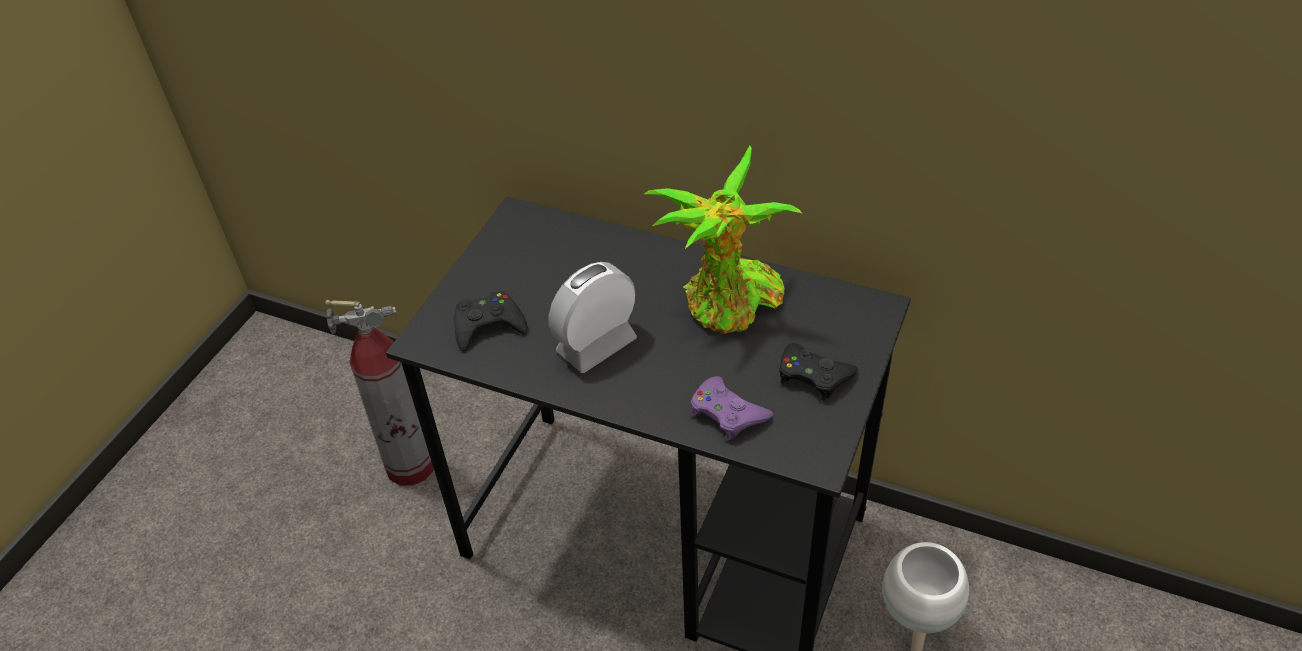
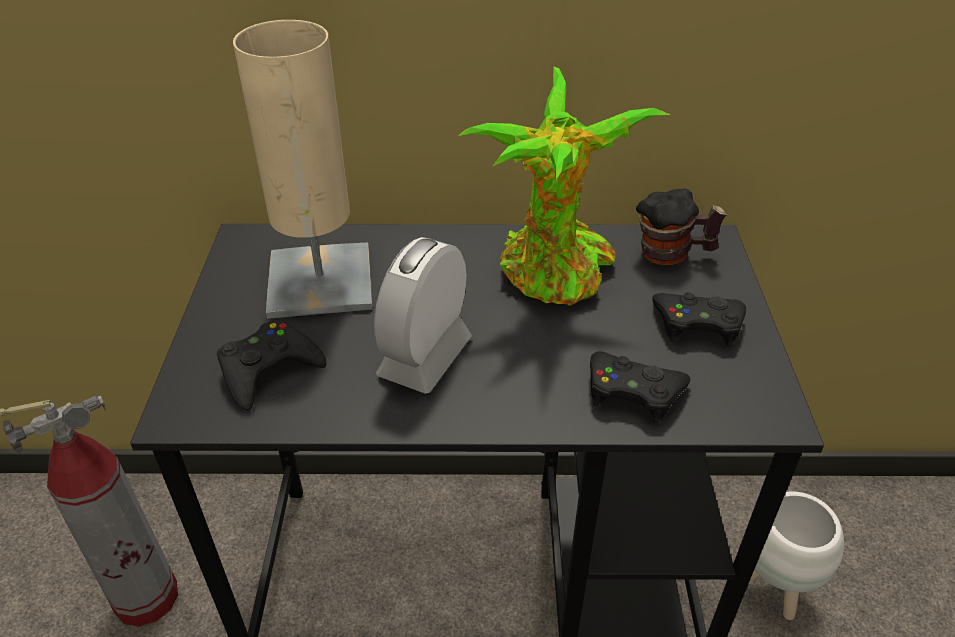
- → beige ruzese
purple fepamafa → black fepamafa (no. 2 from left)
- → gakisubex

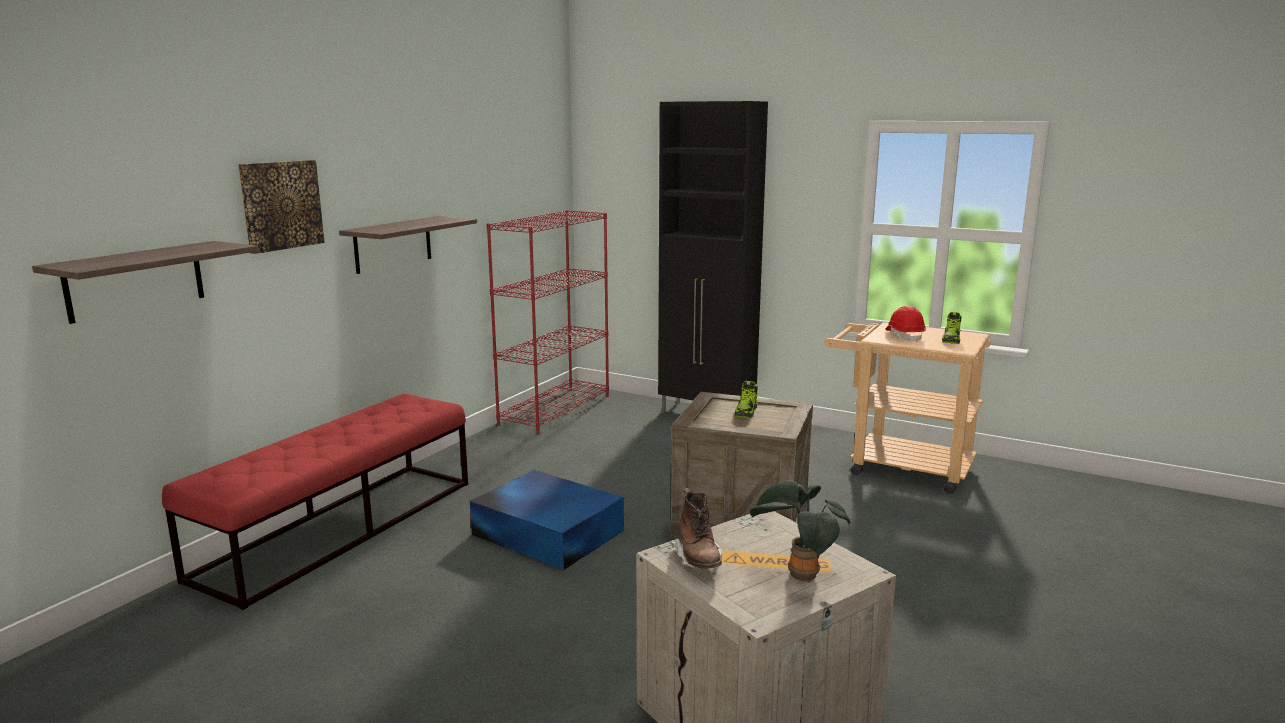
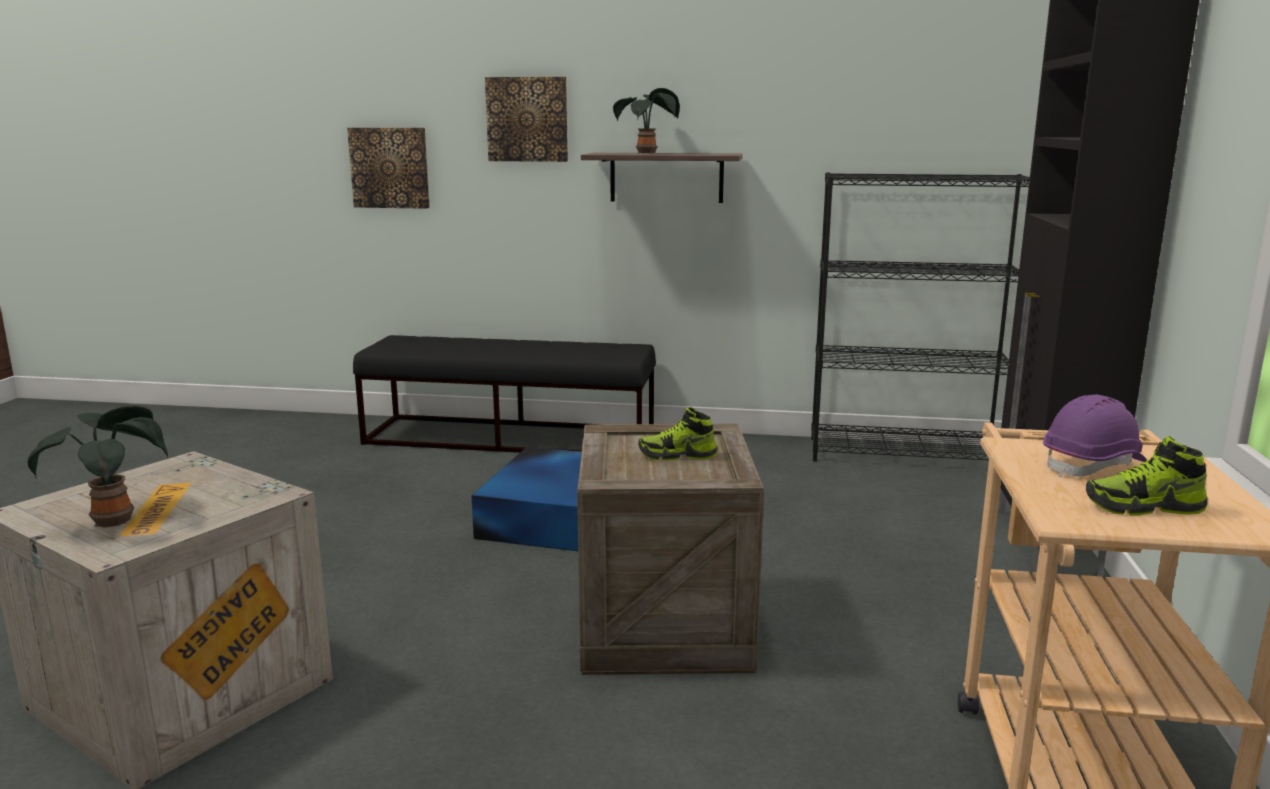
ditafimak (no. 1 from left) → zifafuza (no. 1 from left)
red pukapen → black pukapen
- → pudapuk (no. 2 from left)
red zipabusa → black zipabusa
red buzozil → purple buzozil
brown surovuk → -

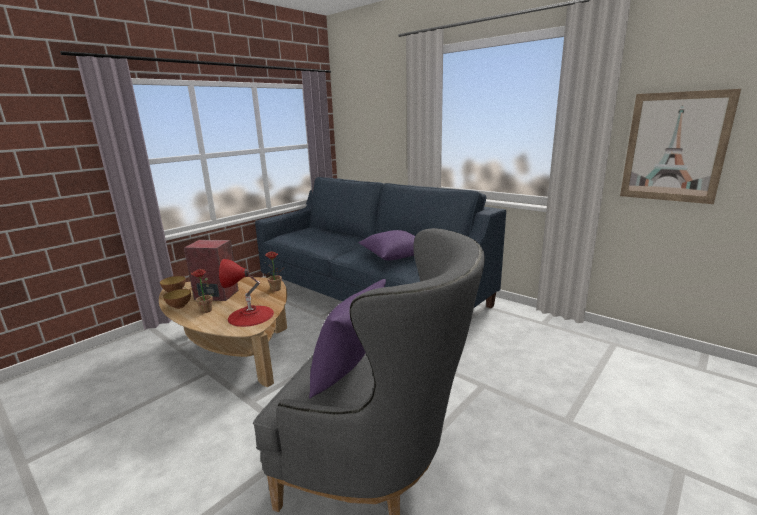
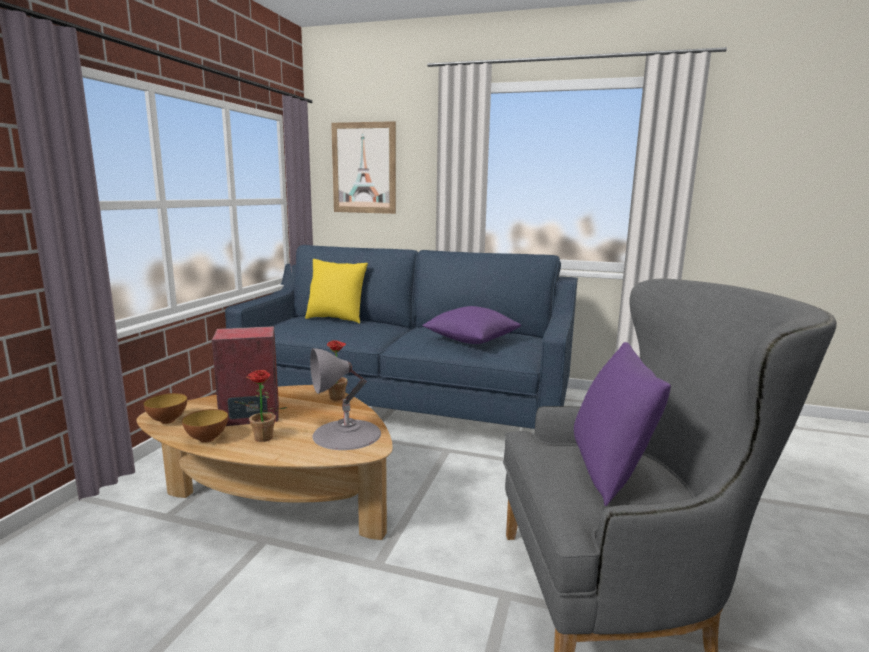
- → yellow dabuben
red ruzese → grey ruzese
zifafuza, shifted

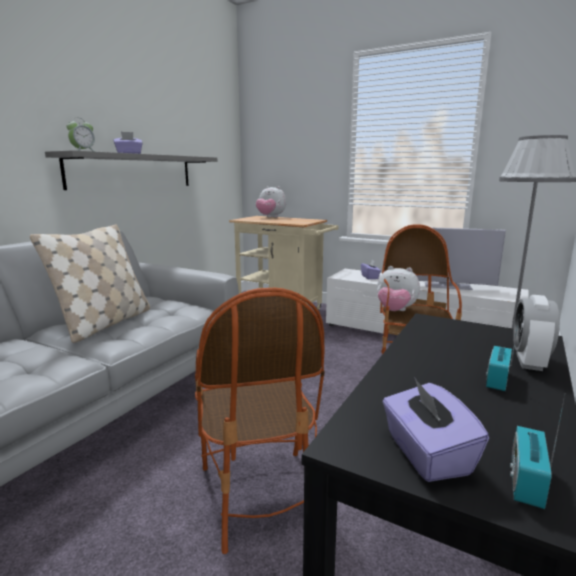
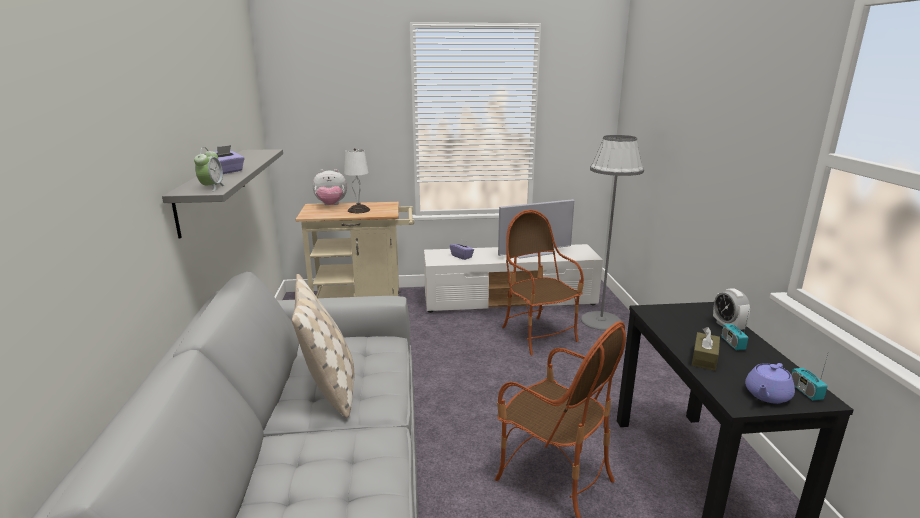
- → white ruzese
- → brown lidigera
purple lidigera (no. 3 from left) → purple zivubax
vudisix (no. 2 from left) → -

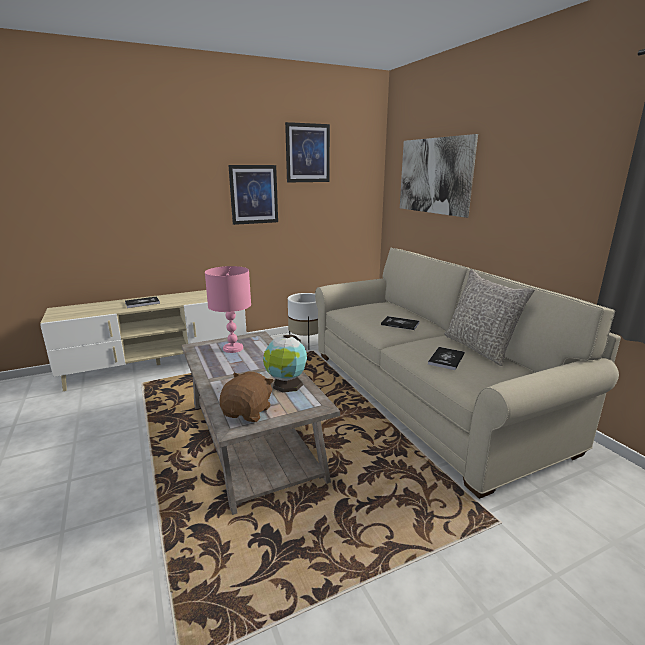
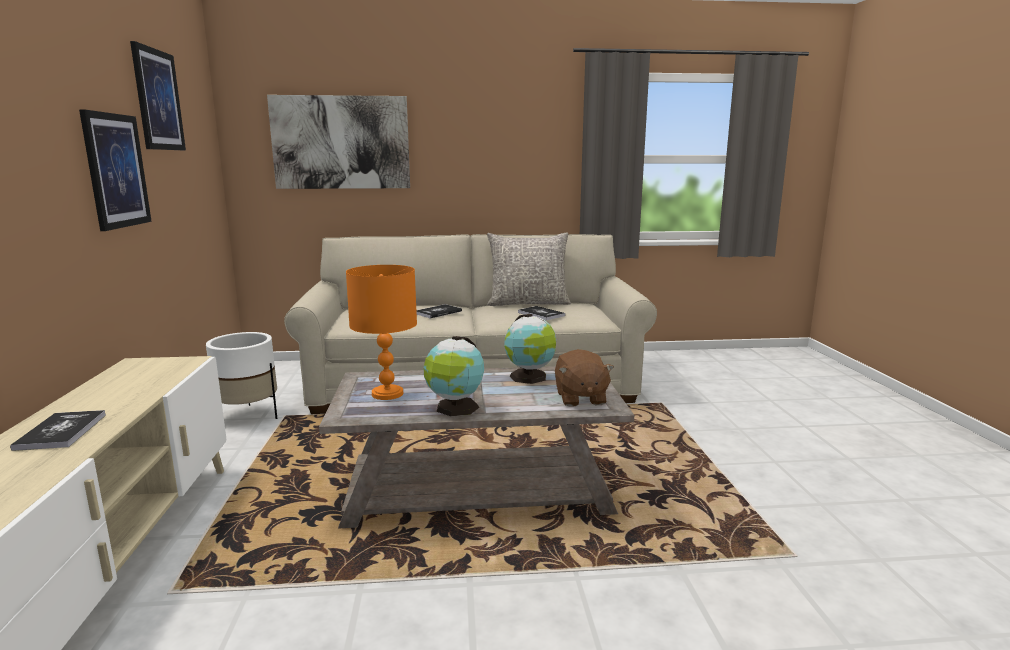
pink ruzese → orange ruzese
- → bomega (no. 1 from left)
brown vudisix, 135 degrees counterclockwise

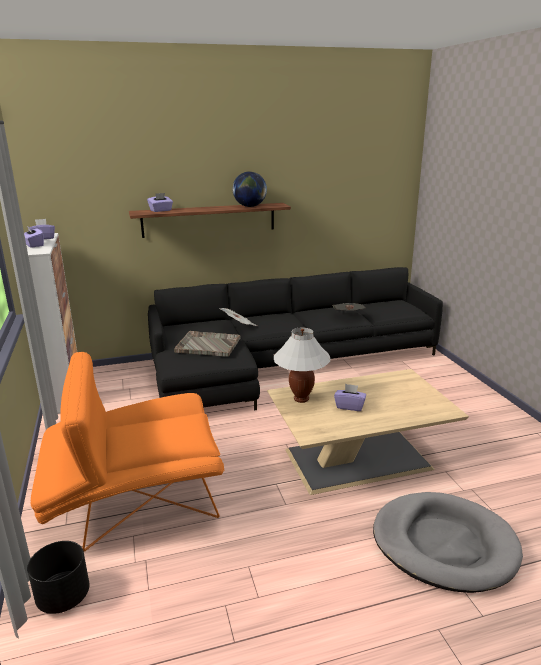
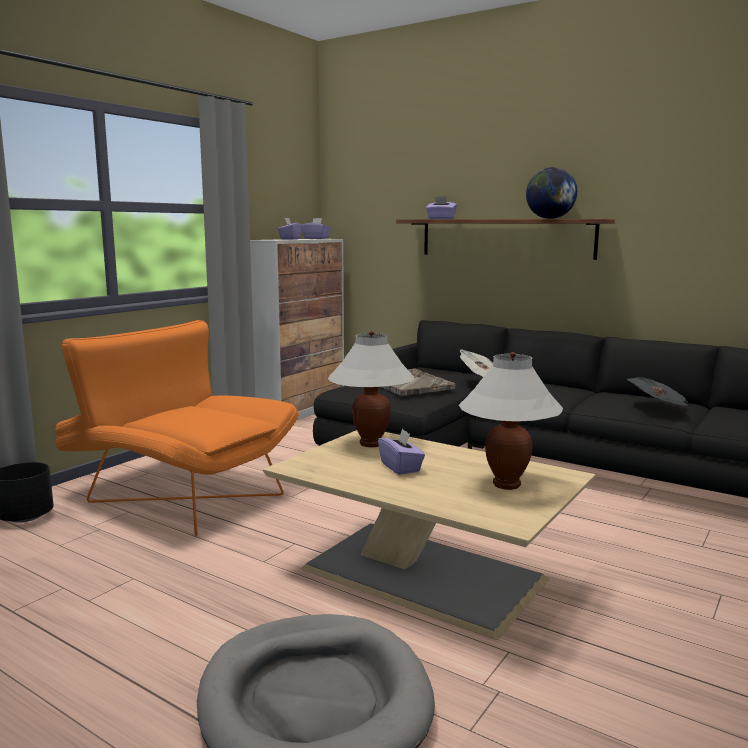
- → white ruzese (no. 2 from left)

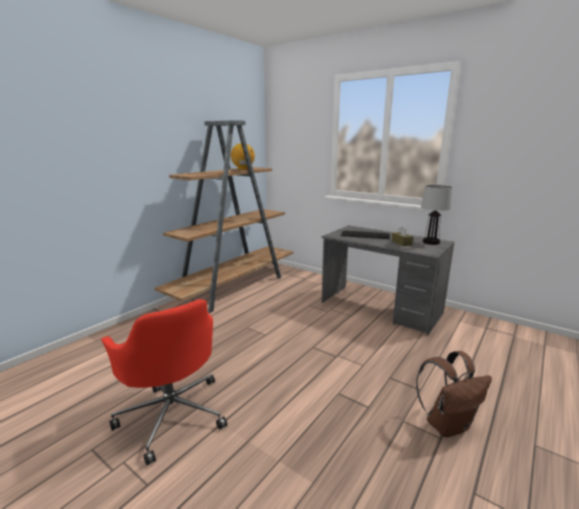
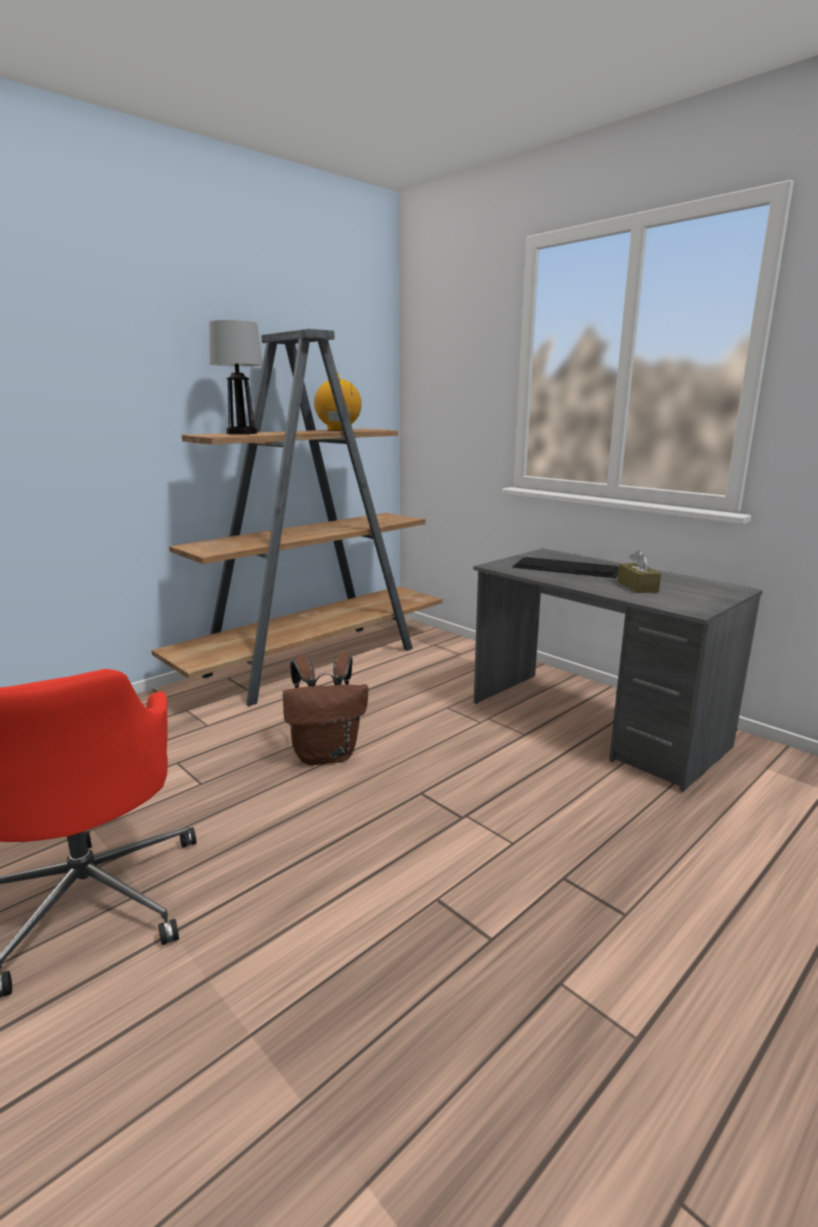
ruzese, shifted
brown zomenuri, shifted

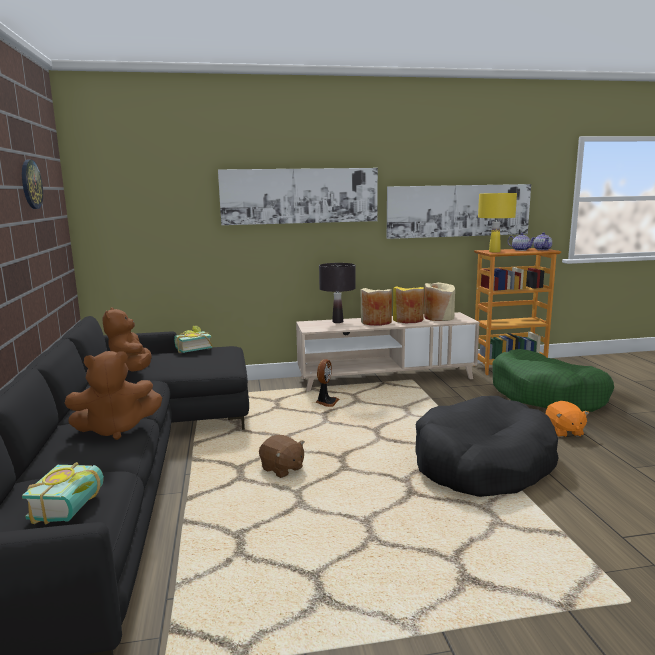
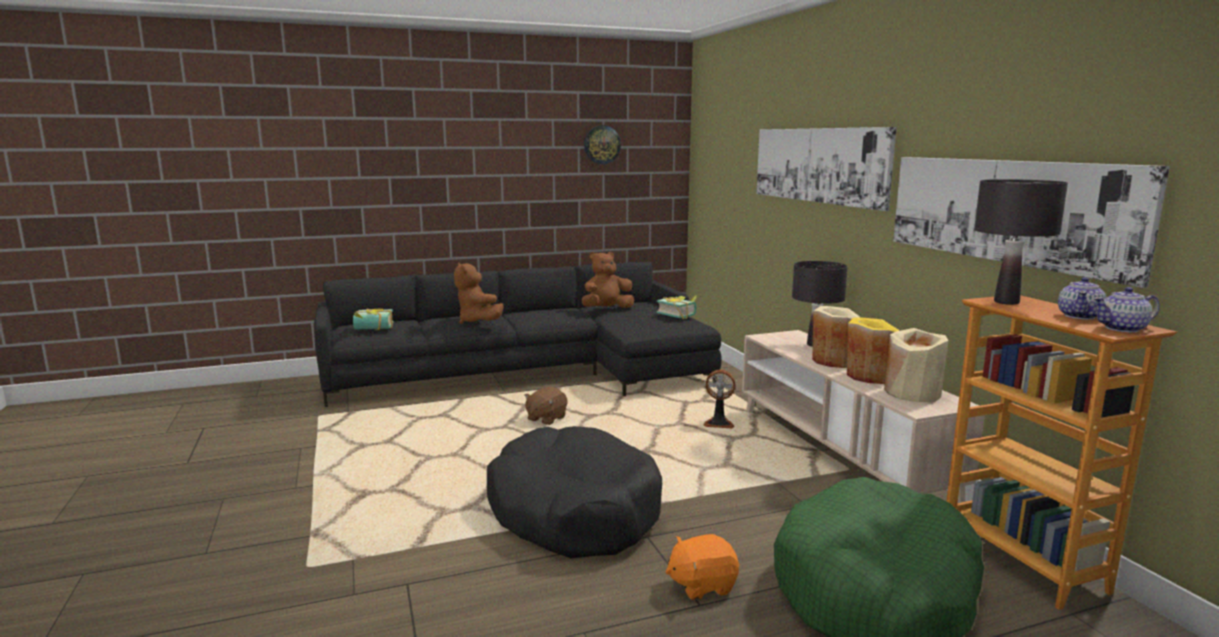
yellow ruzese → black ruzese (no. 2 from left)

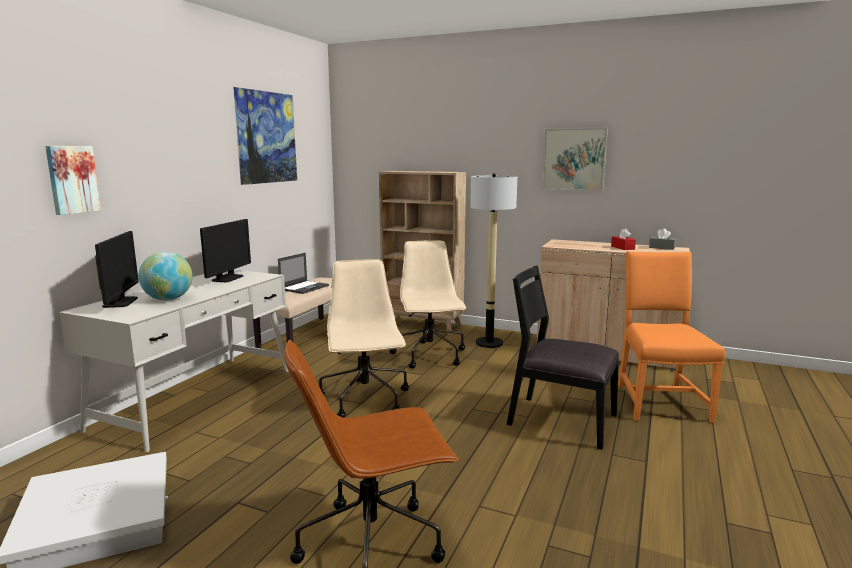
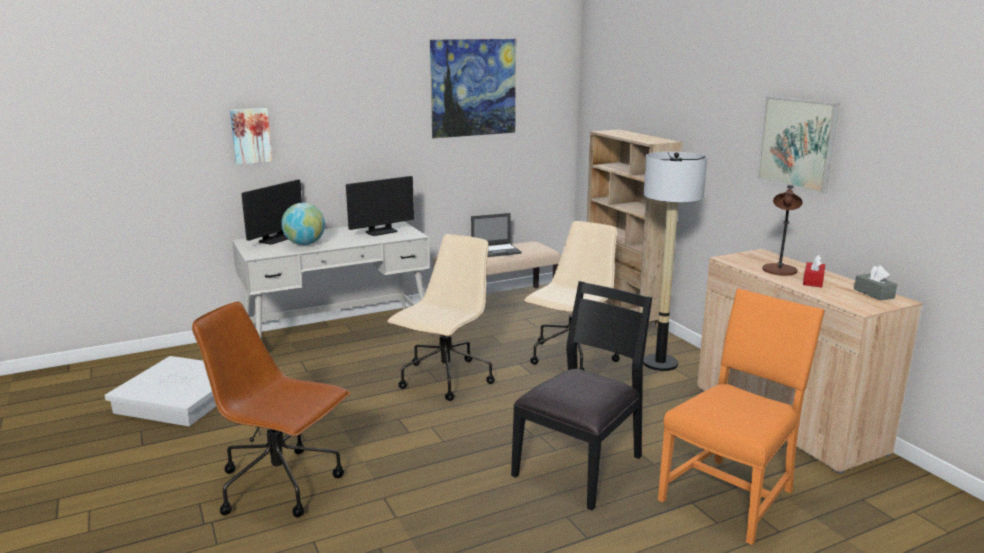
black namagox, 60 degrees clockwise
- → brown ruzese

